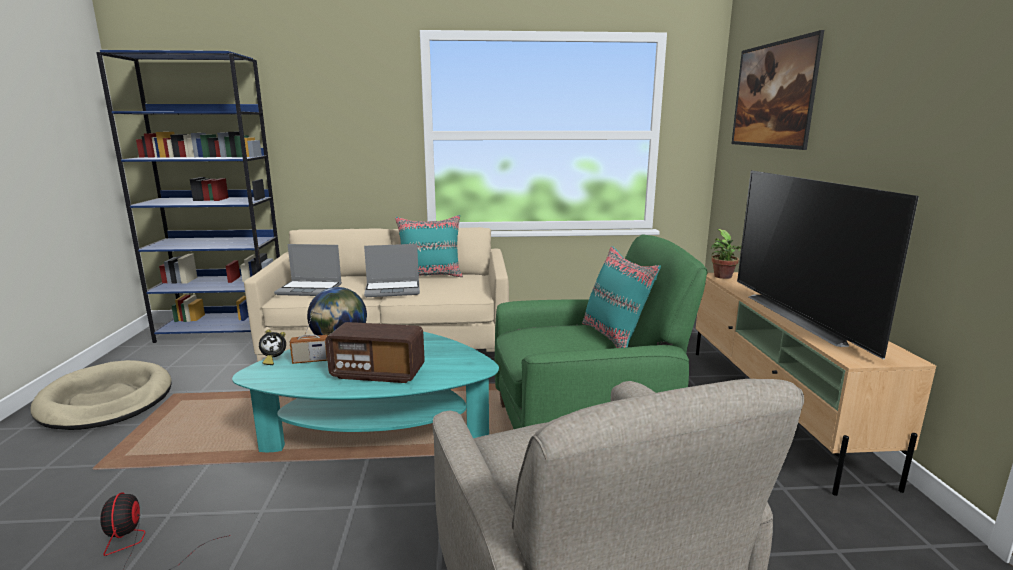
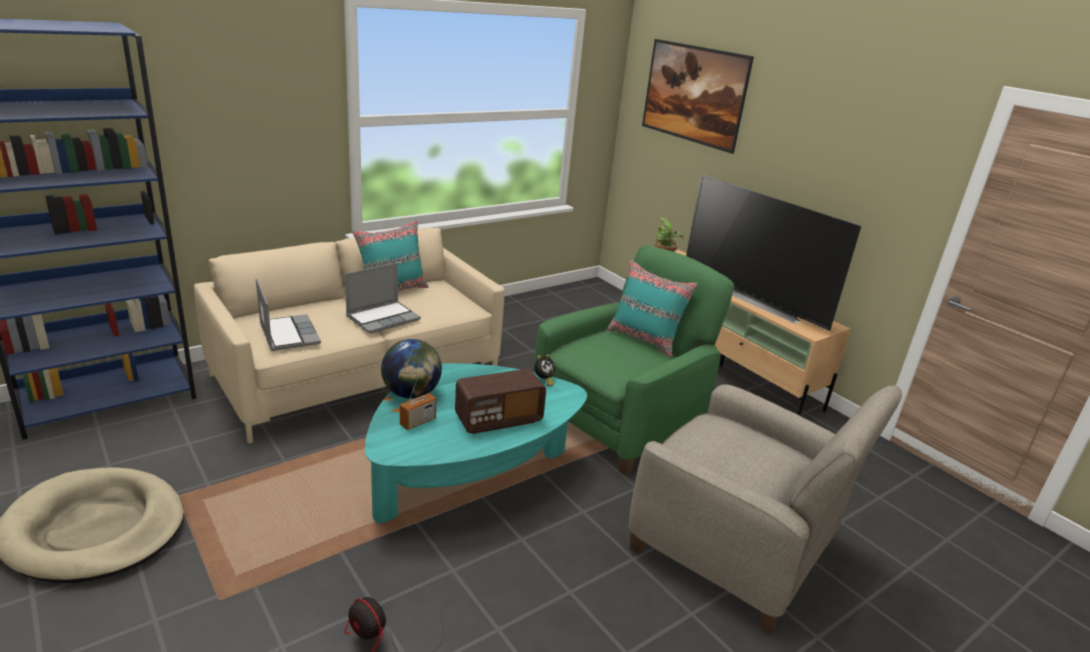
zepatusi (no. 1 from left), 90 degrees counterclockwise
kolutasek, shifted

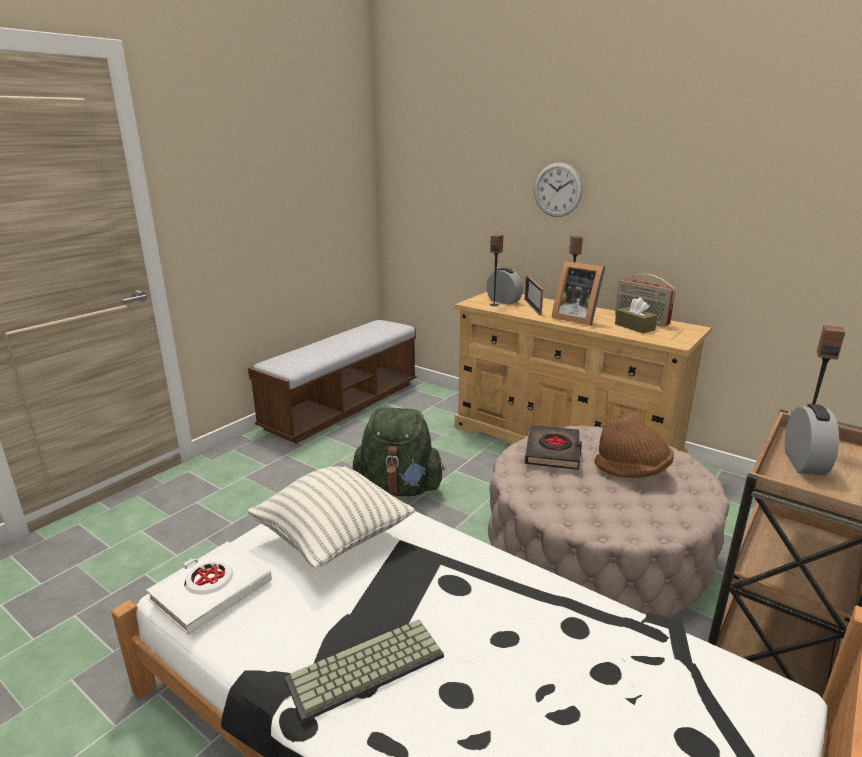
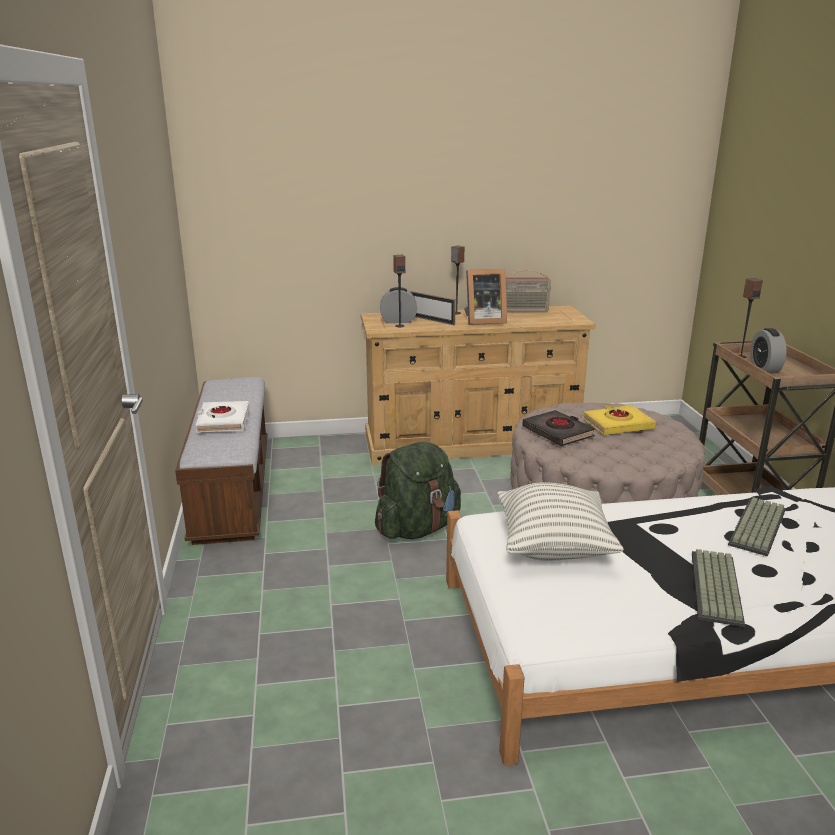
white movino, shifted
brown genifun → yellow movino
- → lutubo (no. 2 from left)
kolutasek (no. 2 from left), 150 degrees counterclockwise
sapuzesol → -
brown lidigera → -

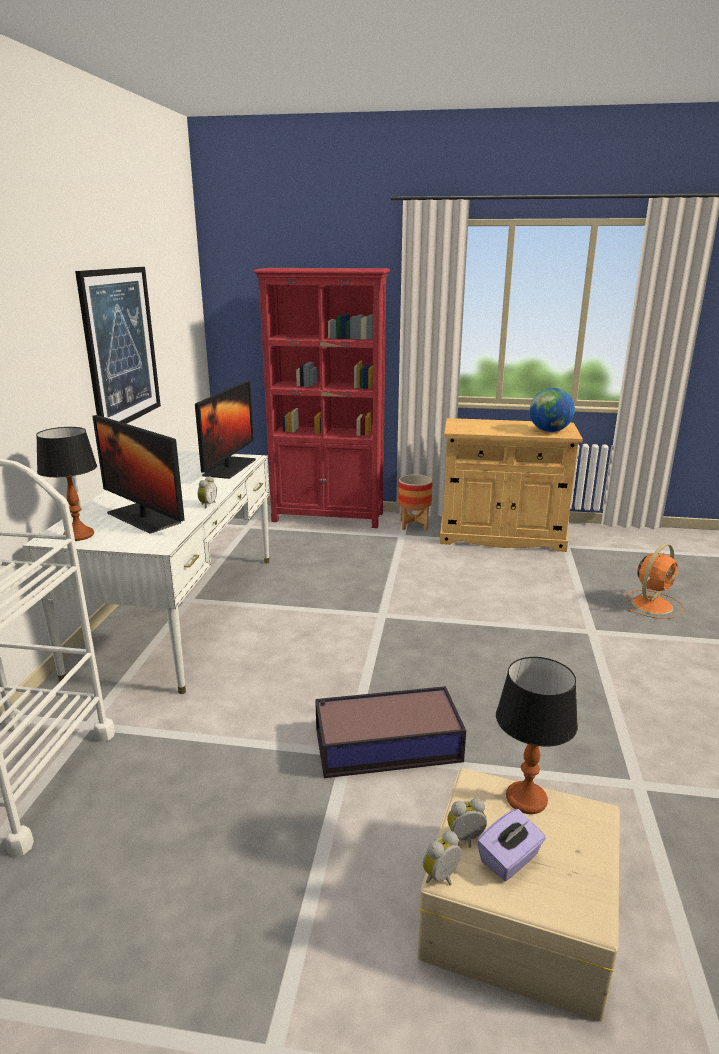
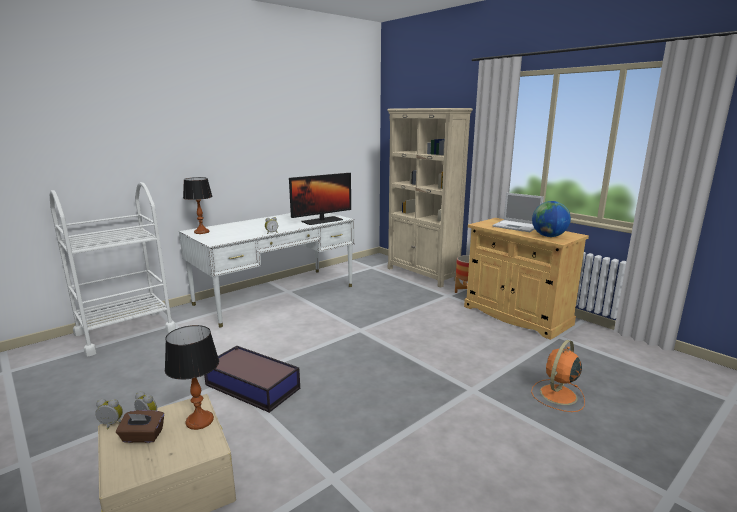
purple lidigera → brown lidigera
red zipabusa → beige zipabusa
- → zepatusi
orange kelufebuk, 135 degrees clockwise
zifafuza → -
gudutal (no. 1 from left) → -

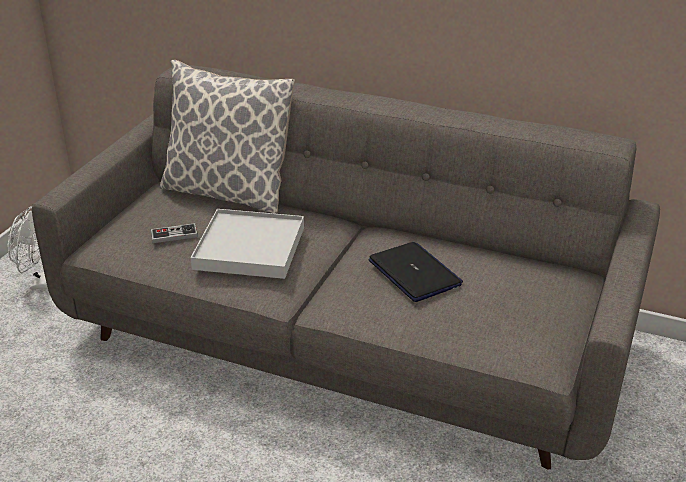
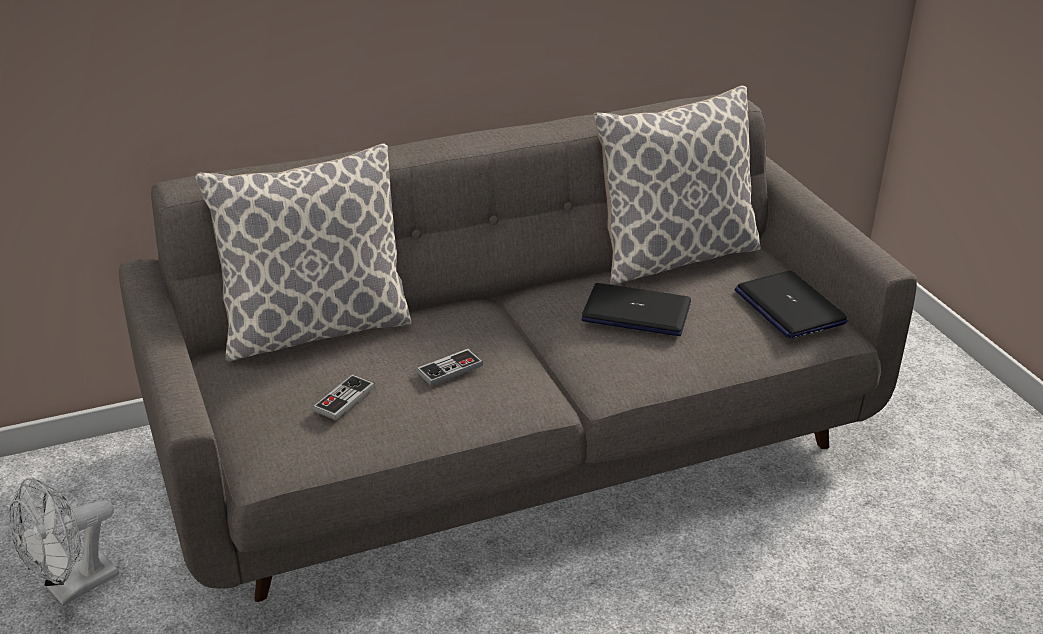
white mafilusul → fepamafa (no. 2 from left)
- → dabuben (no. 2 from left)
- → zepatusi (no. 2 from left)

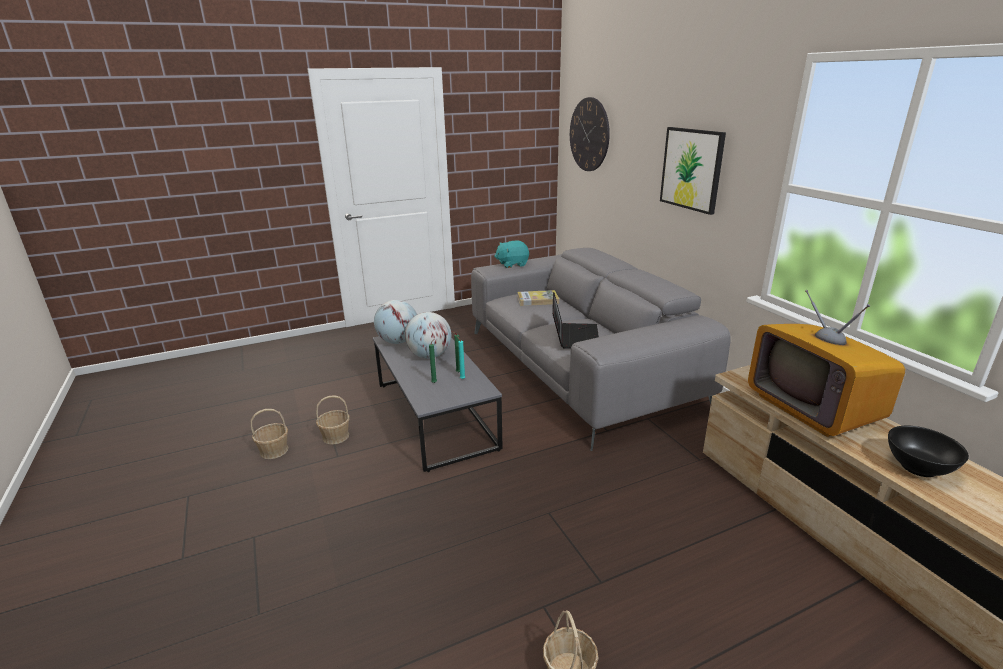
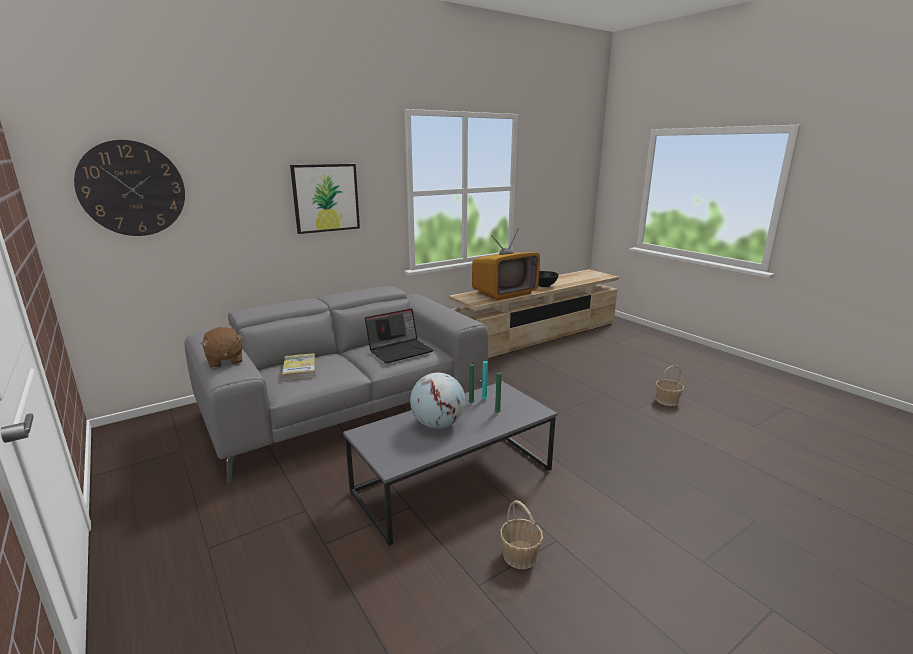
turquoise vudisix → brown vudisix
zepatusi, 150 degrees clockwise
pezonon (no. 1 from left) → -
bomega (no. 1 from left) → -

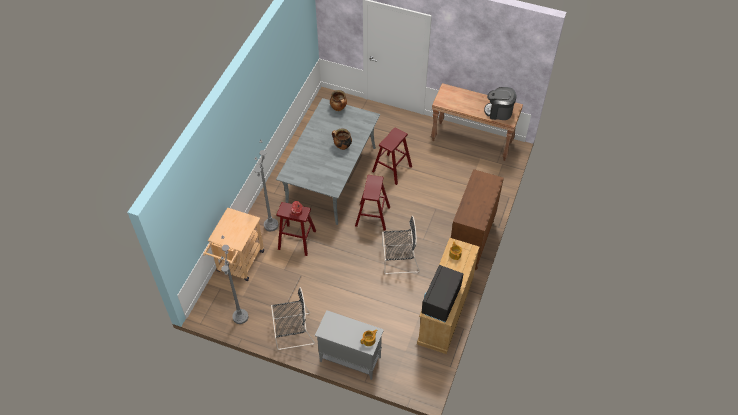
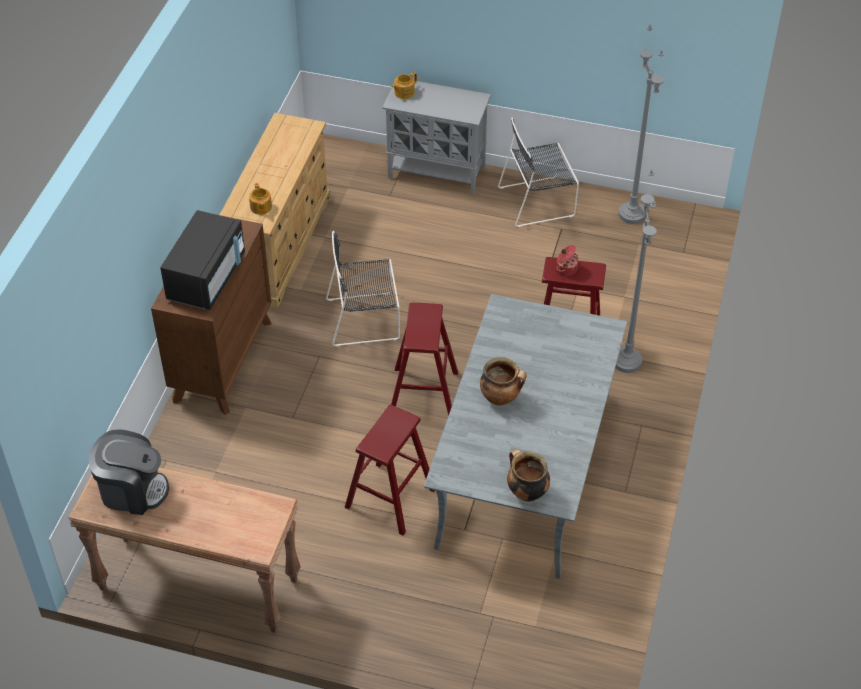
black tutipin, shifted
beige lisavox → -

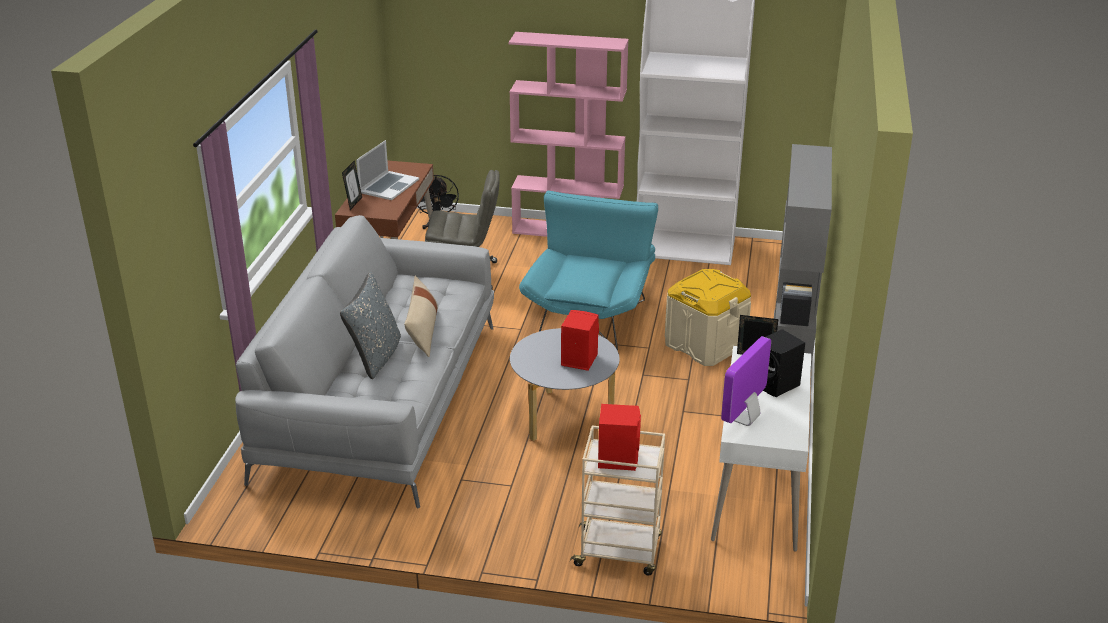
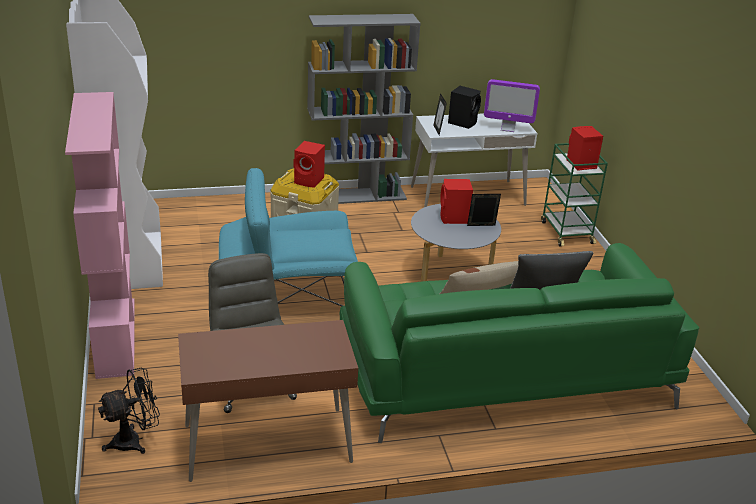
- → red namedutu (no. 1 from left)
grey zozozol → green zozozol
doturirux (no. 1 from left in the first image) → doturirux (no. 2 from left), shifted
beige lisavox → green lisavox
zepatusi → -

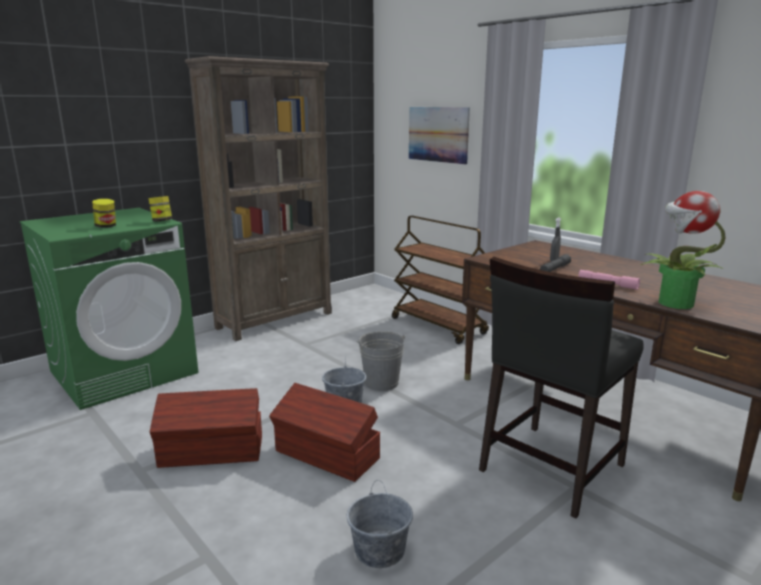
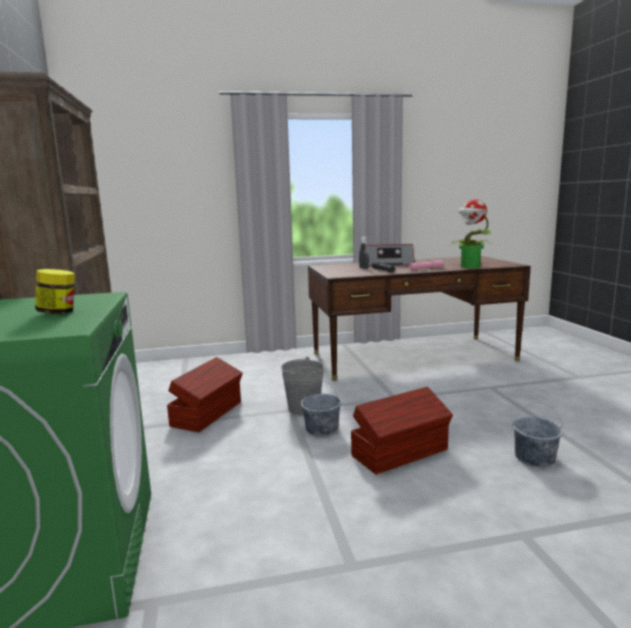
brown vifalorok (no. 1 from left), shifted
- → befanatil
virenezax (no. 2 from left) → -
brown lisavox → -
zifafuza → -
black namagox → -

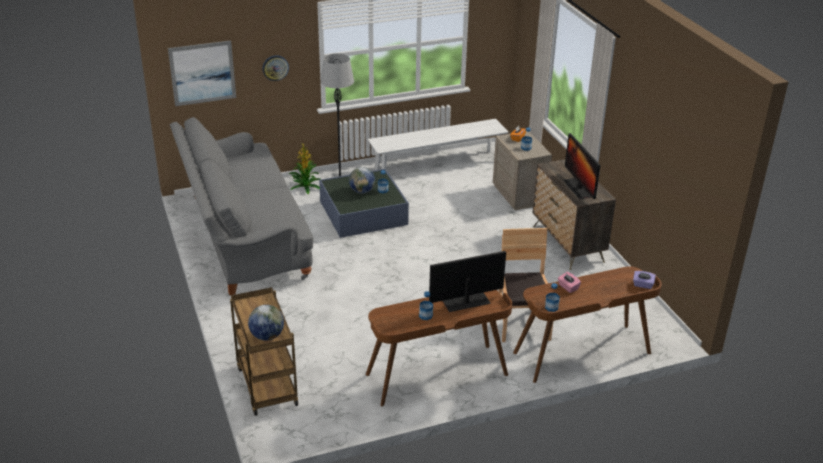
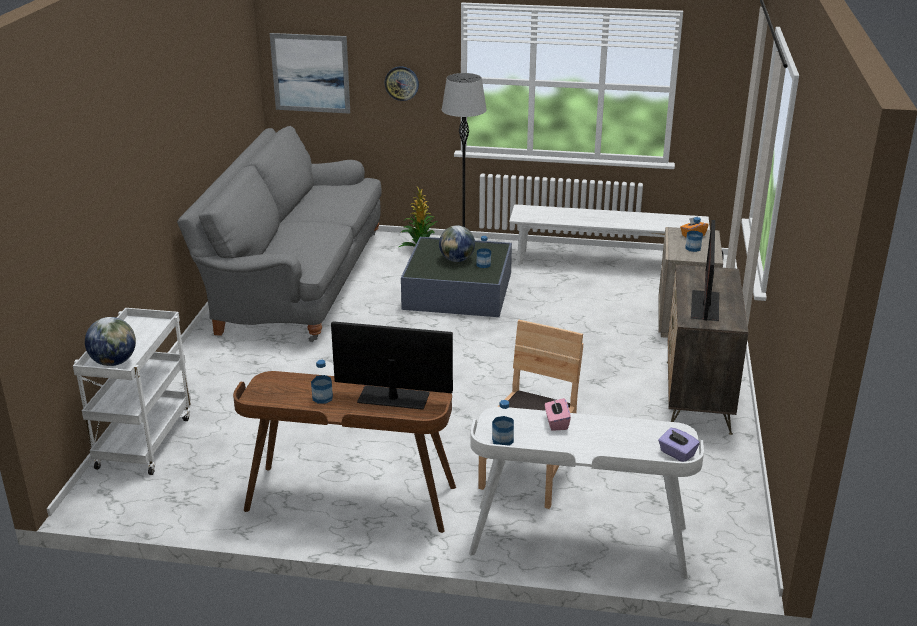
brown lisavox → white lisavox
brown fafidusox (no. 2 from left) → white fafidusox

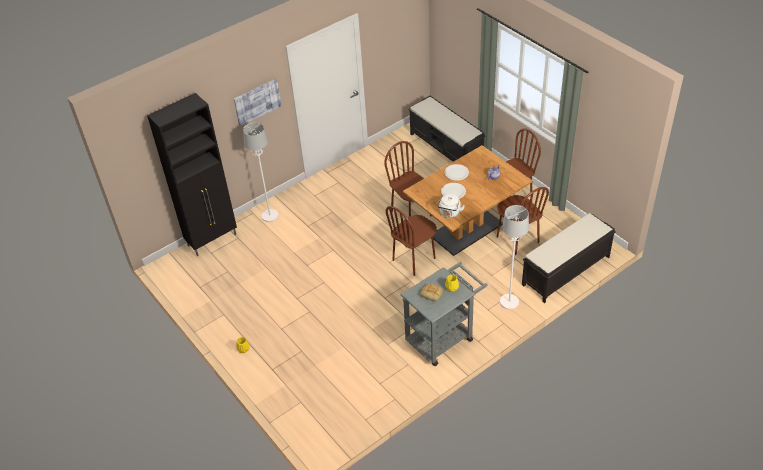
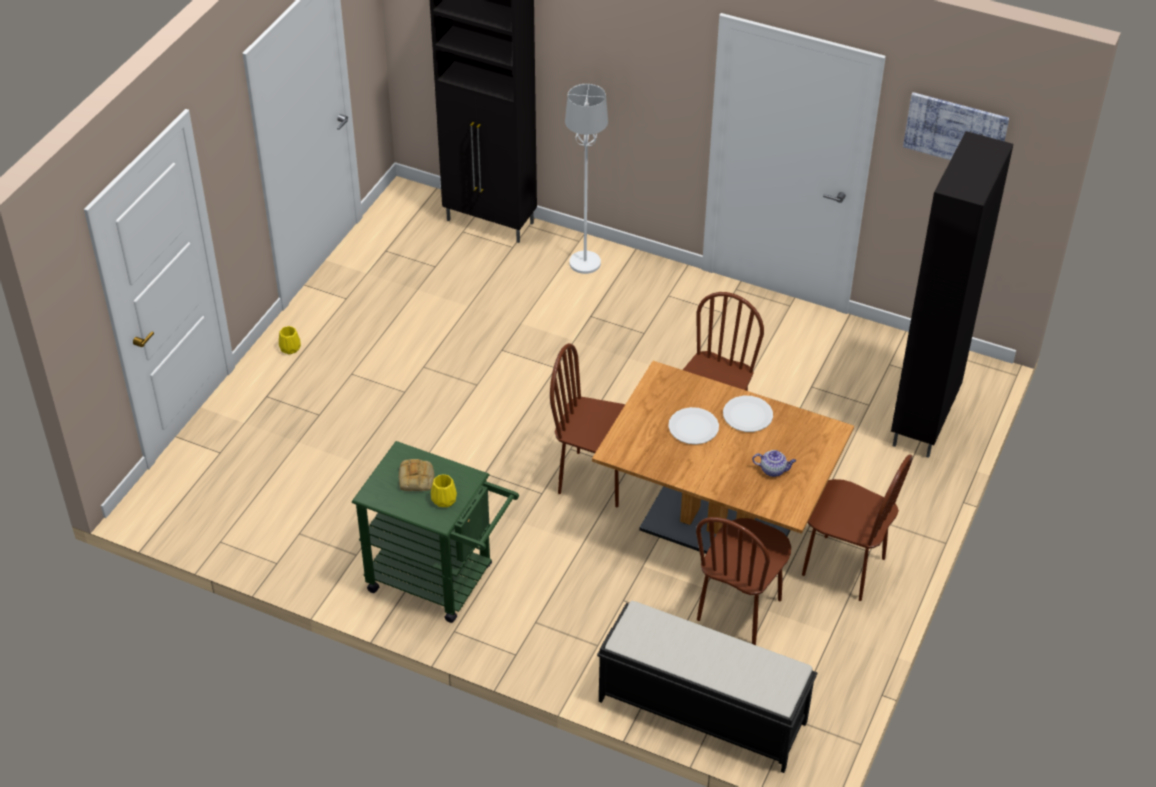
grey lisavox → green lisavox
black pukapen (no. 1 from left) → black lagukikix (no. 2 from left)
zifafuza, shifted
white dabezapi → -
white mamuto (no. 2 from left) → -

